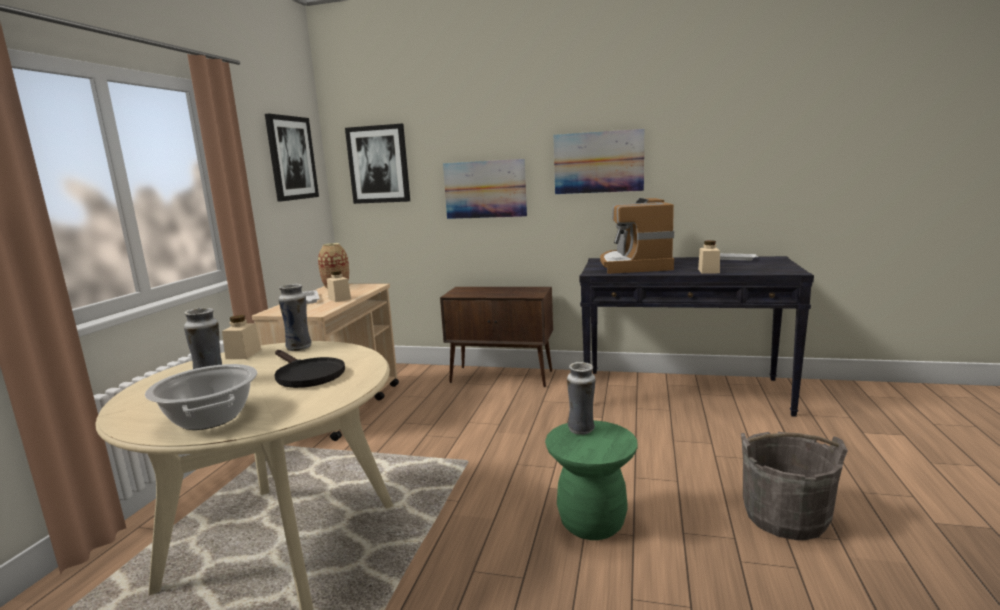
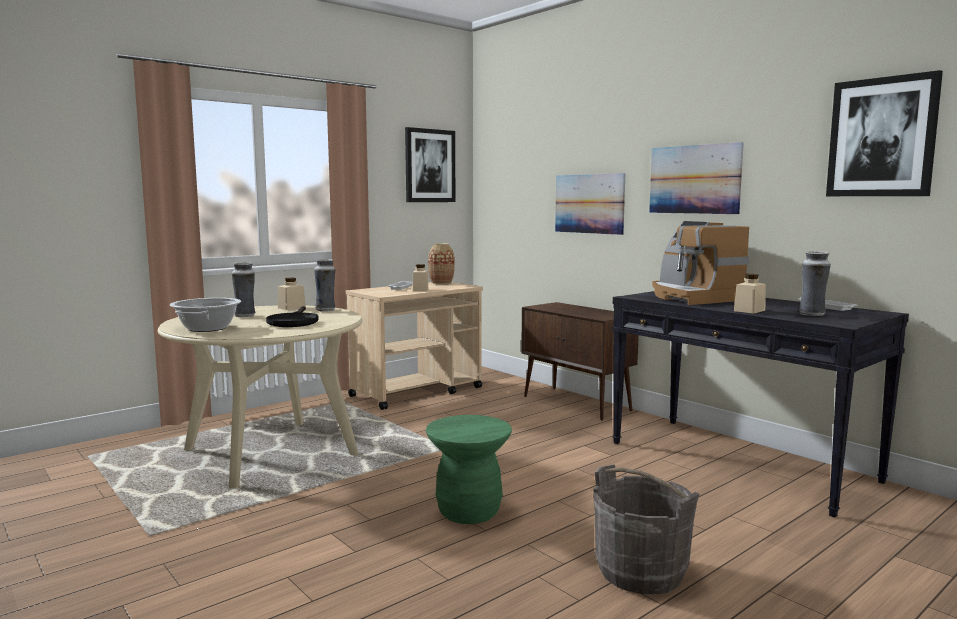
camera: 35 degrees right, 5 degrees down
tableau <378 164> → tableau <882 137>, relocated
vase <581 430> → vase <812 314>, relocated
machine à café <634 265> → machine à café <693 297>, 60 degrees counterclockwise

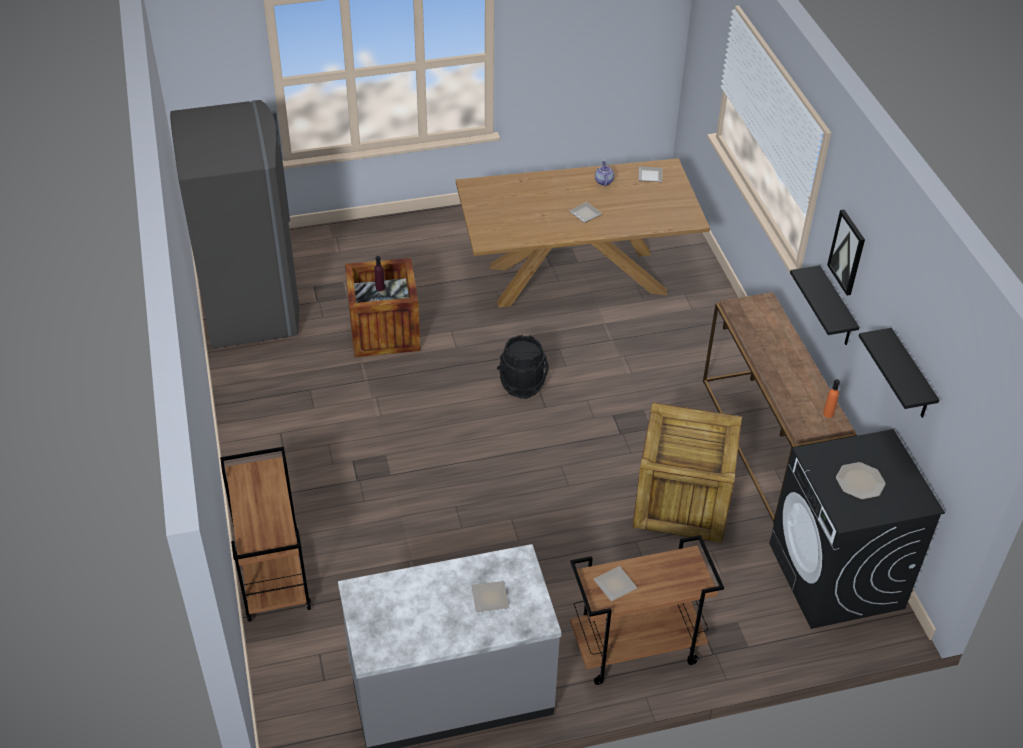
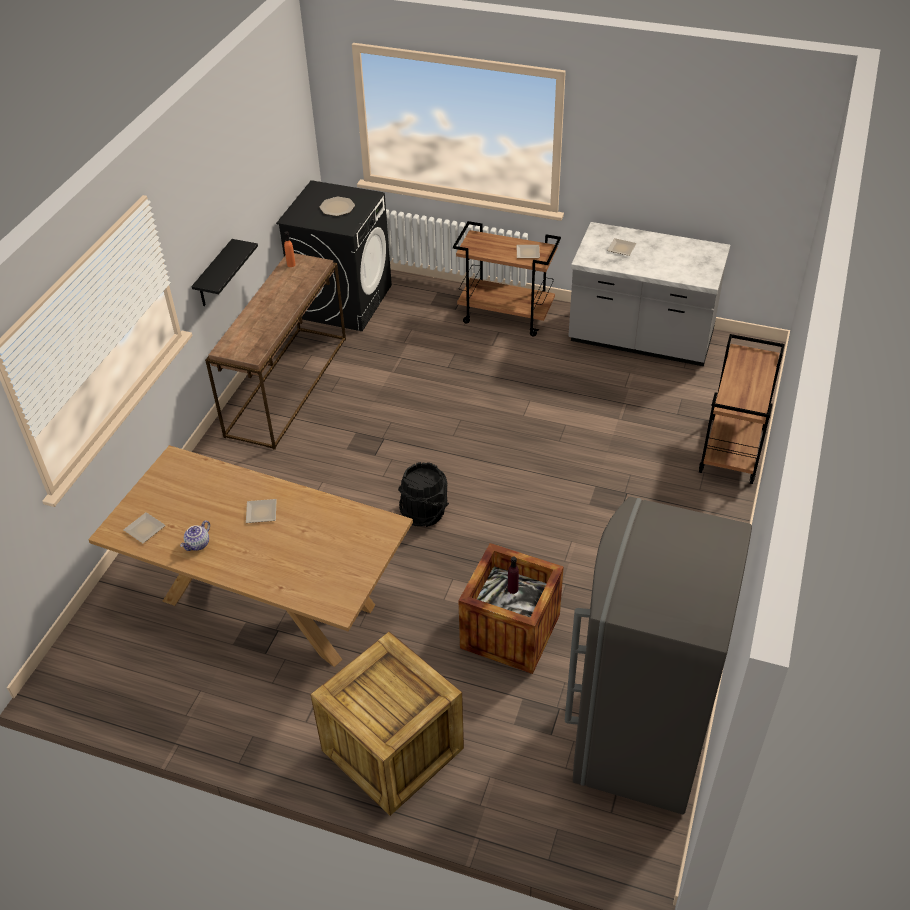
camera: 145 degrees left, 0 degrees up
caisse <680 502> → caisse <395 749>, relocated
tableau <847 252> → -
étagère (noir) <910 377> → -

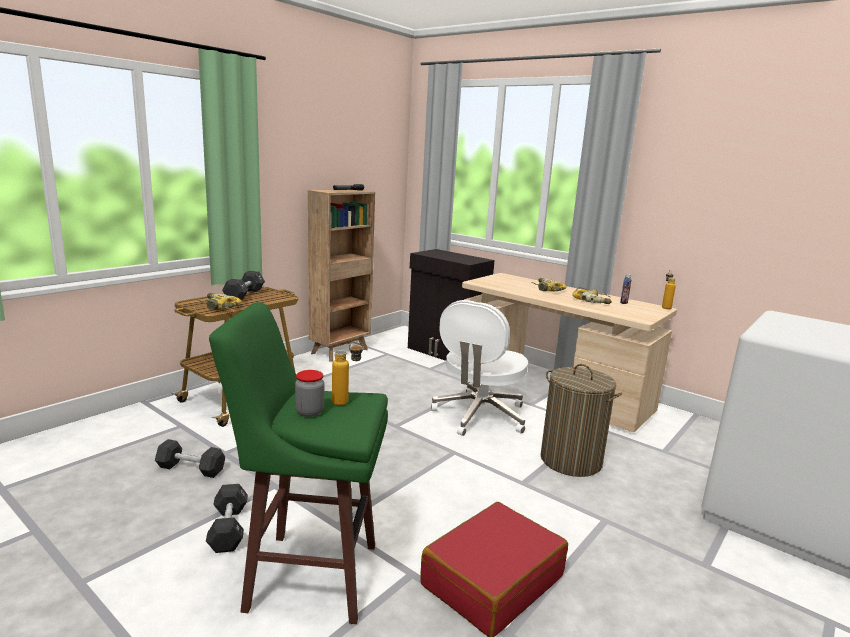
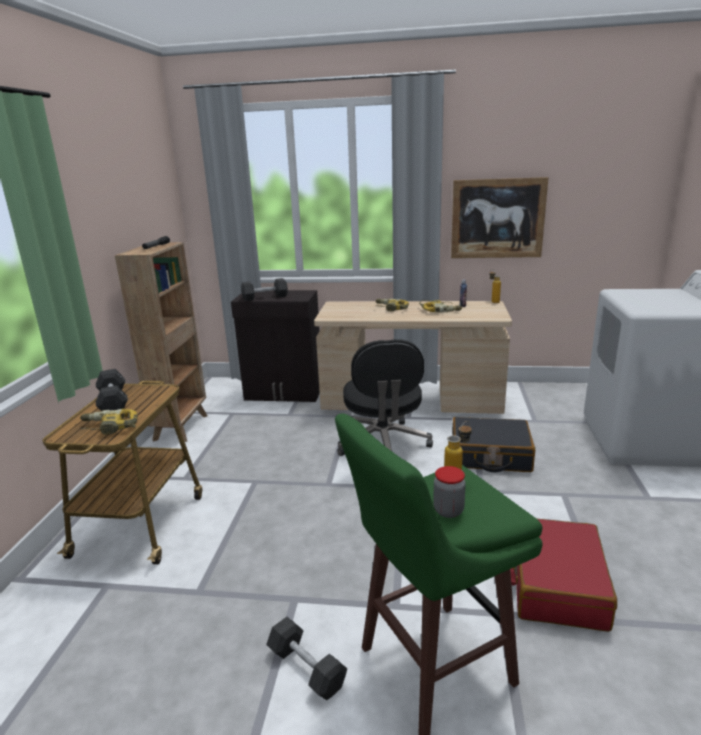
camera: 30 degrees left, 5 degrees up
haltère (noir) <191 469> → haltère (noir) <265 297>, relocated
chaise de bureau (blanc) <479 416> → chaise de bureau (noir) <383 444>
panier à linge <571 460> → valise (noir) <490 455>
- → tableau <497 218>

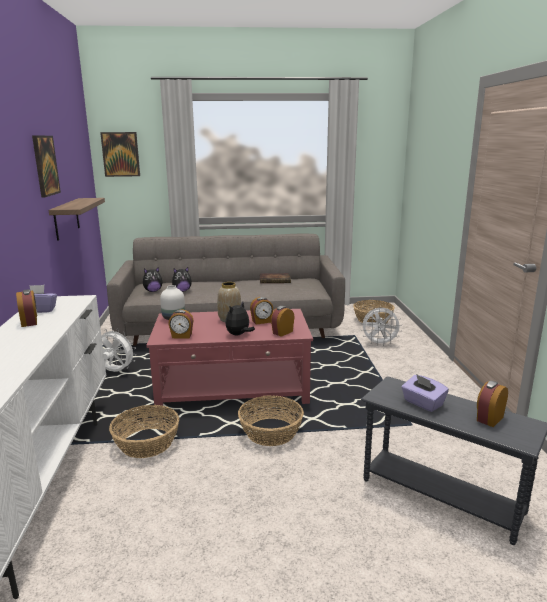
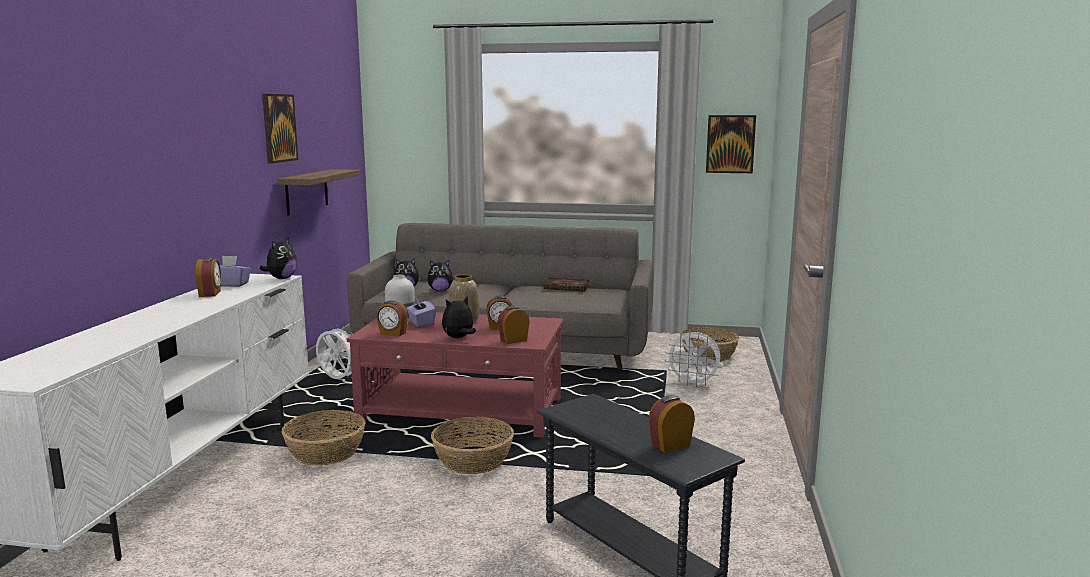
camera: 15 degrees right, 5 degrees down
tableau <120 154> → tableau <730 144>, relocated
boîte à mouchoirs (violet) <422 403> → boîte à mouchoirs (violet) <421 323>, relocated
- → peluche <281 278>

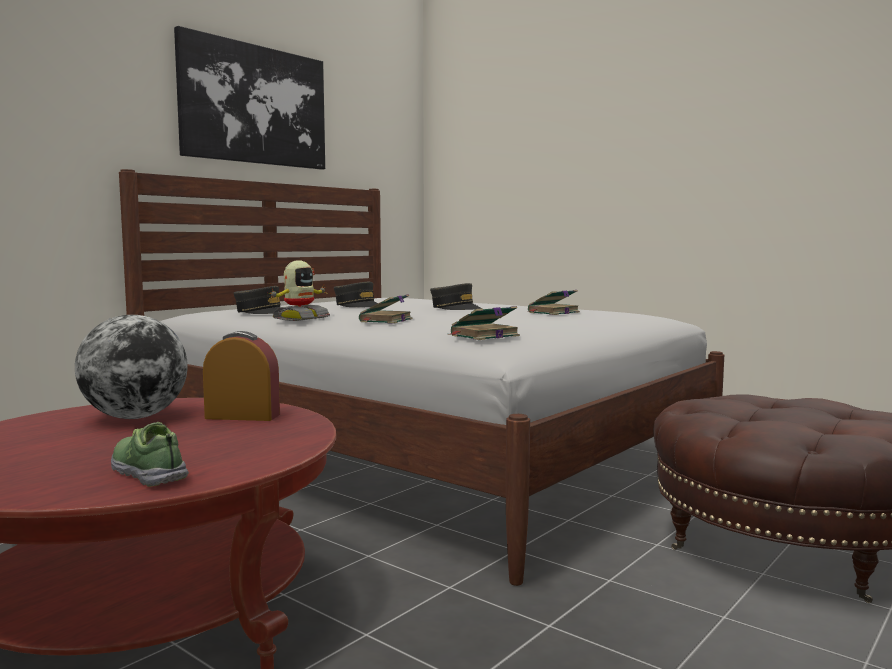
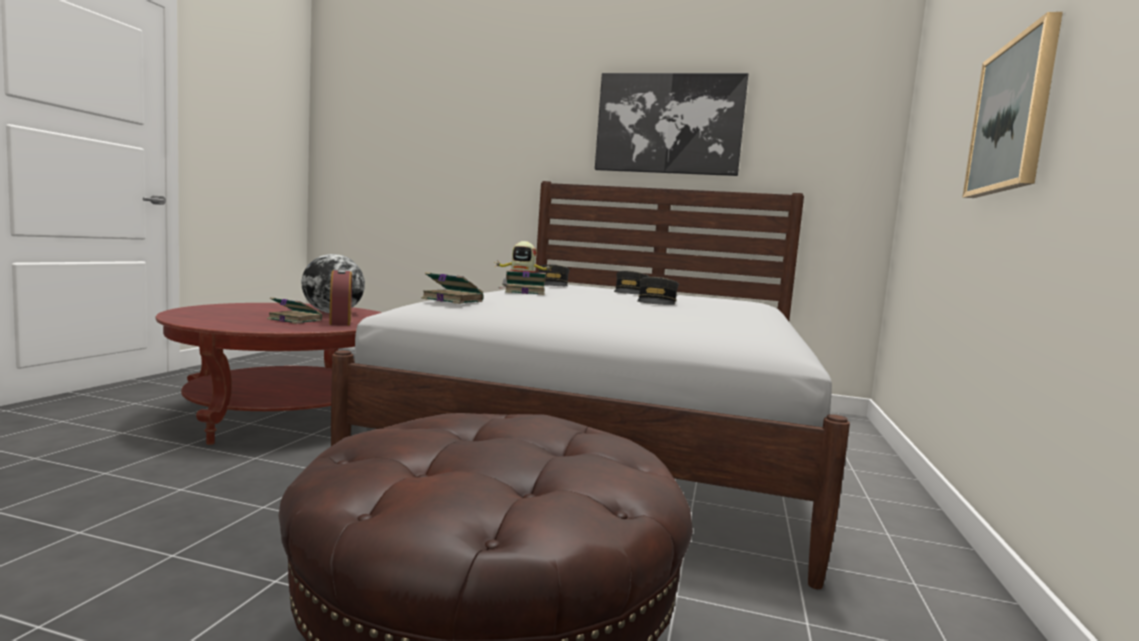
camera: 65 degrees right, 0 degrees up
chaussure <148 472> → -
livre <552 312> → livre <294 320>, relocated
- → tableau <1012 117>

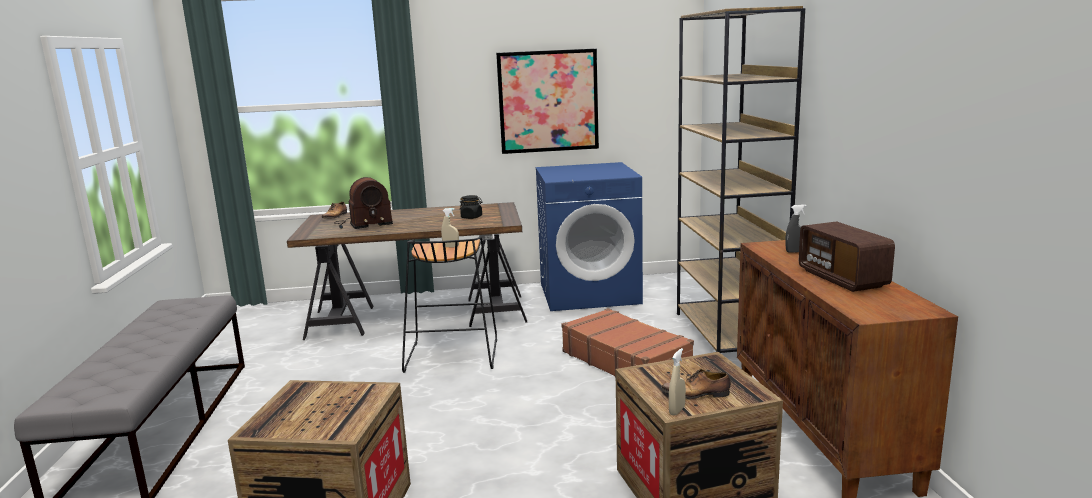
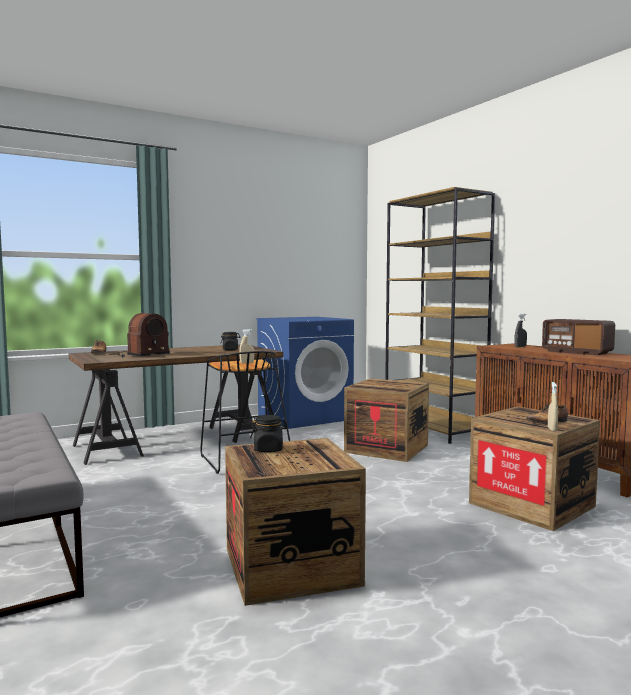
camera: 25 degrees left, 10 degrees down
tableau <548 101> → -
valise (marron) <625 361> → caisse <386 448>
- → bocal (noir) <268 449>

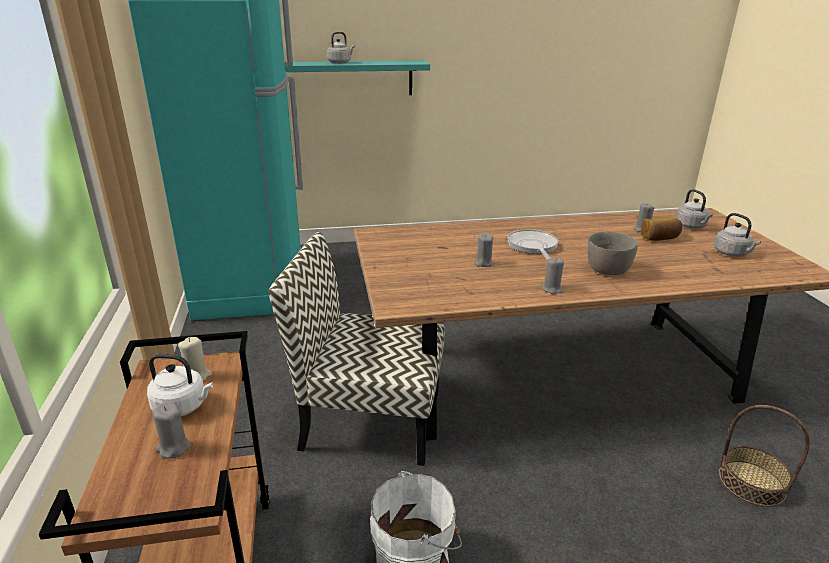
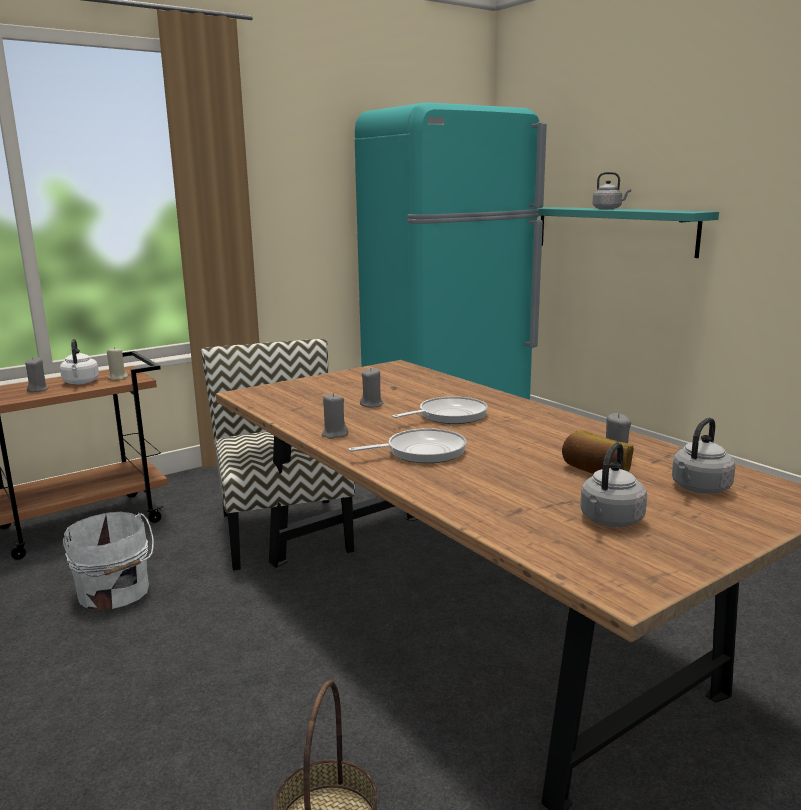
camera: 65 degrees right, 10 degrees down
bol (gris) <607 270> → poêle <421 452>

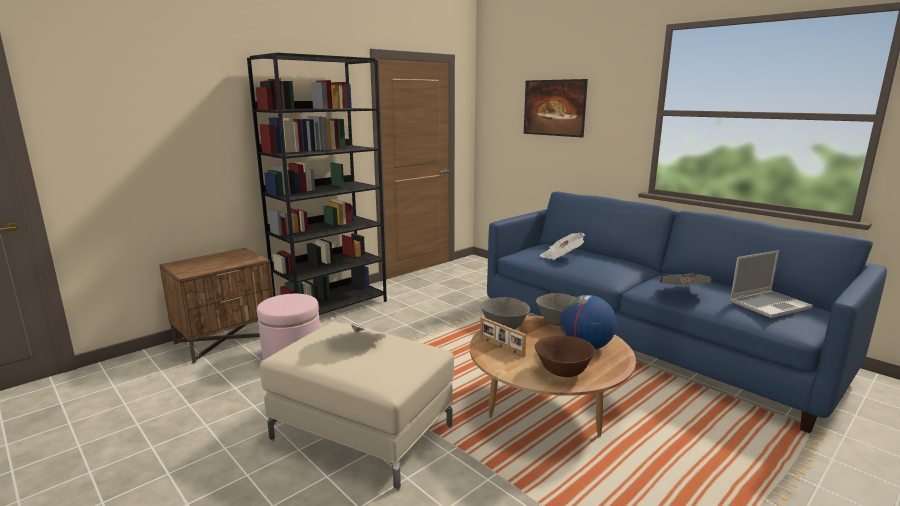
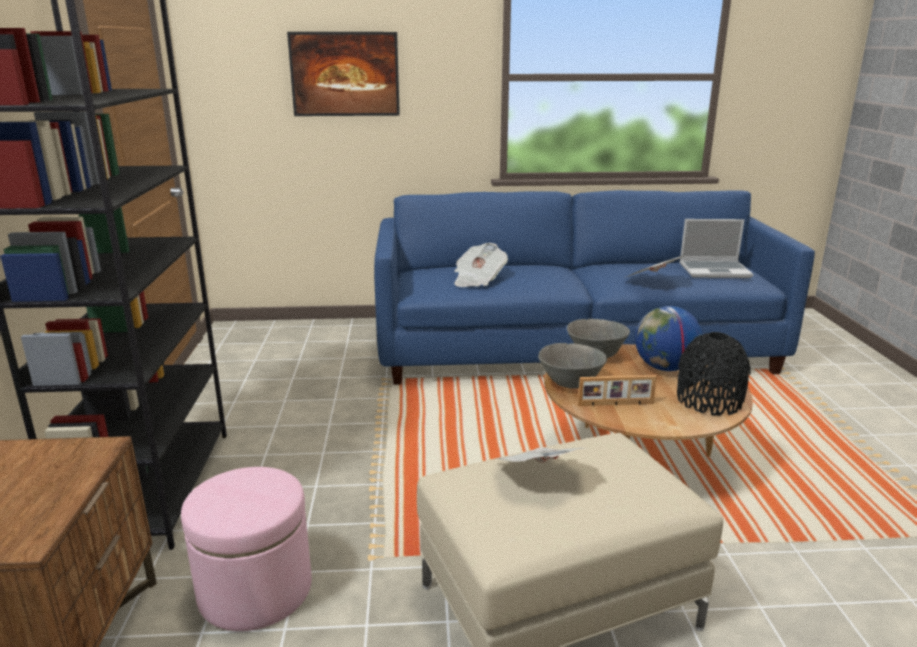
camera: 50 degrees left, 5 degrees up
bol (marron) <563 373> → vase (noir) <709 400>
ordinateur portable <769 305> → ordinateur portable <715 270>, 75 degrees clockwise

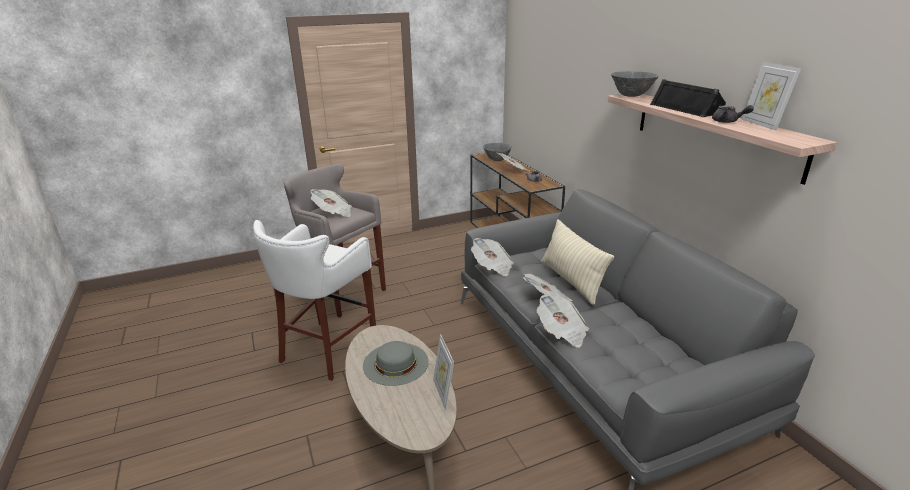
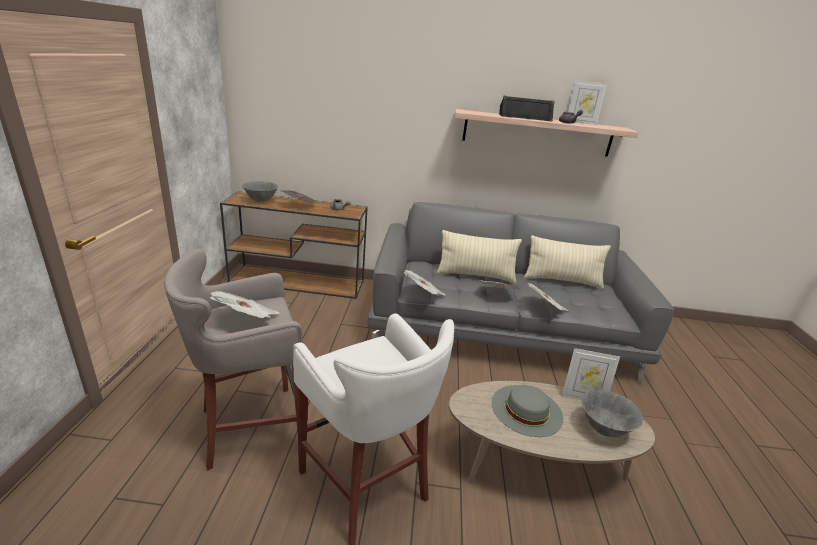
camera: 65 degrees left, 0 degrees up
bol (gris) <631 96> → bol (gris) <603 429>, relocated
- → coussin (beige) <561 281>

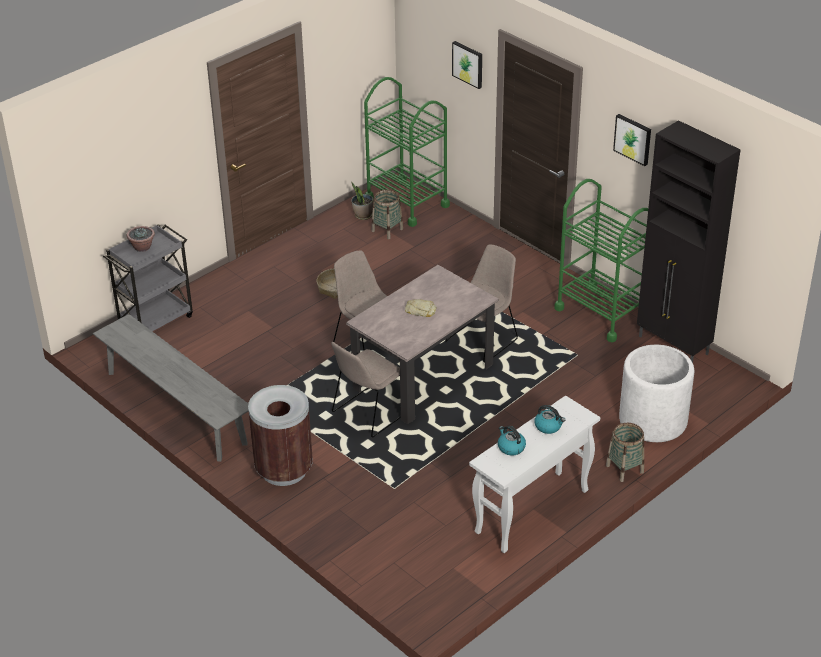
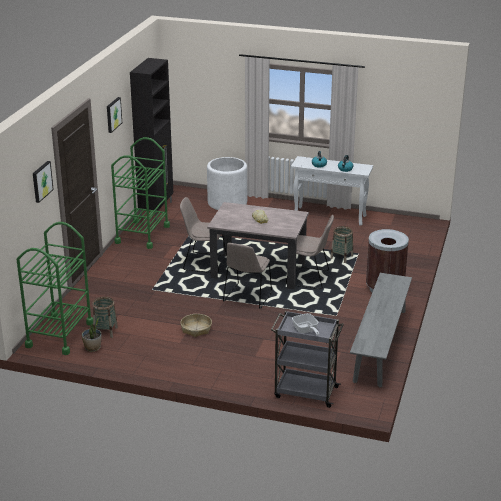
camera: 120 degrees left, 10 degrees down
plante en pot <142 247> → poêle <306 331>
panier <624 469> → panier <341 257>, relocated

